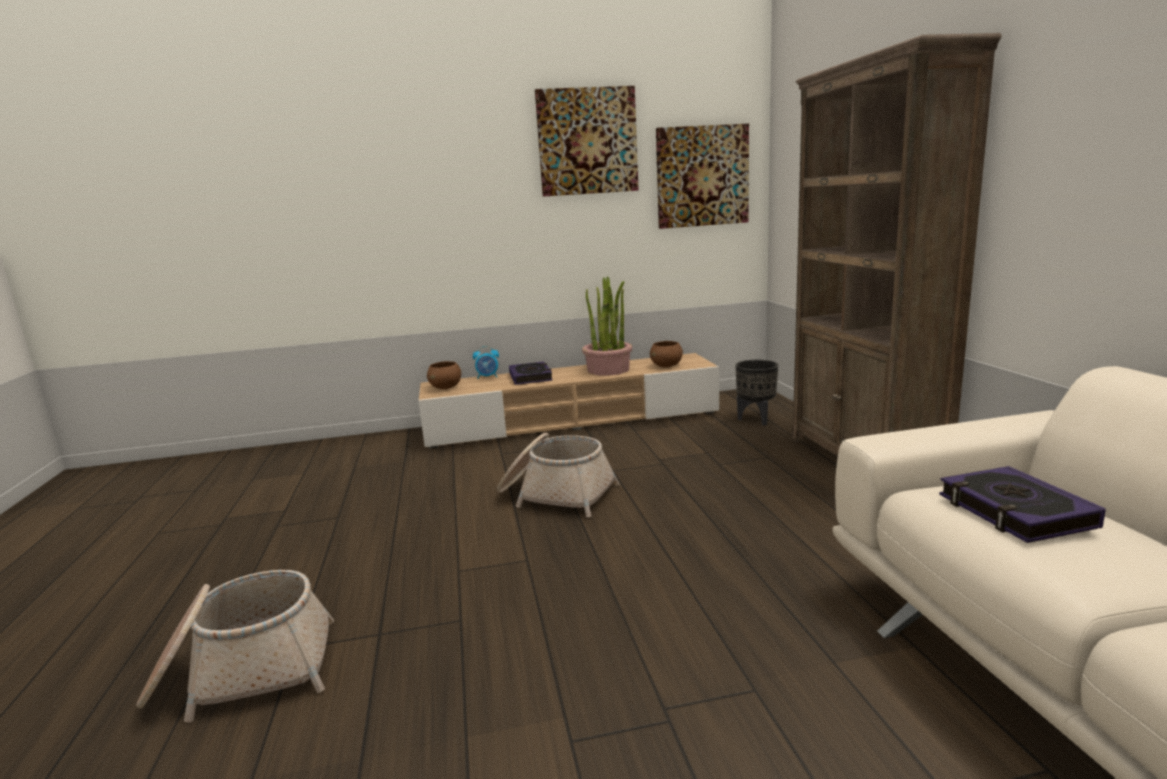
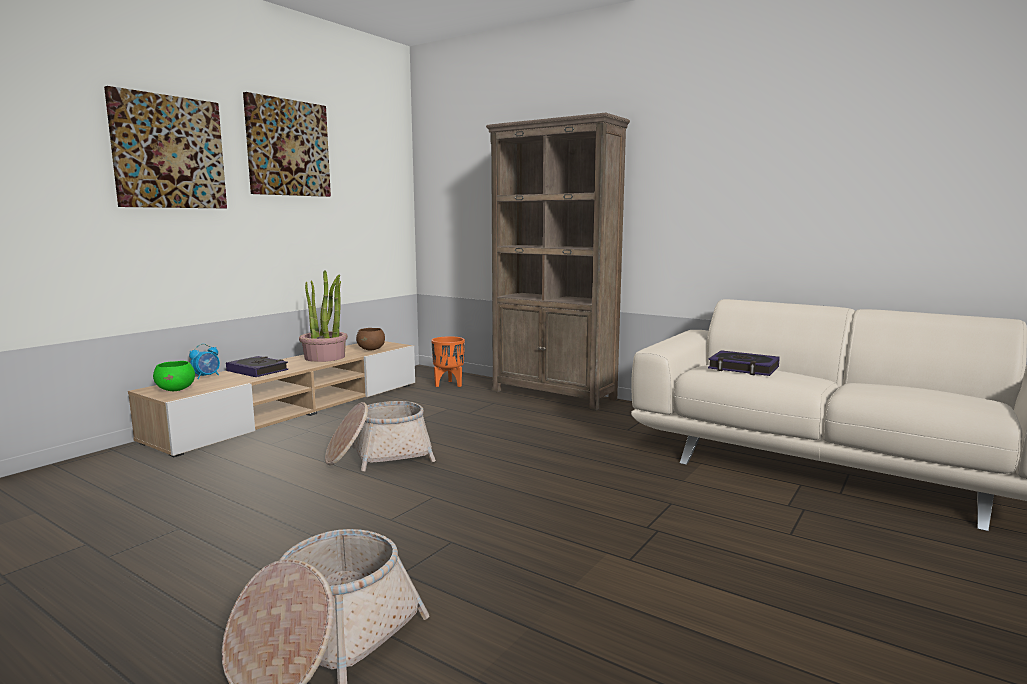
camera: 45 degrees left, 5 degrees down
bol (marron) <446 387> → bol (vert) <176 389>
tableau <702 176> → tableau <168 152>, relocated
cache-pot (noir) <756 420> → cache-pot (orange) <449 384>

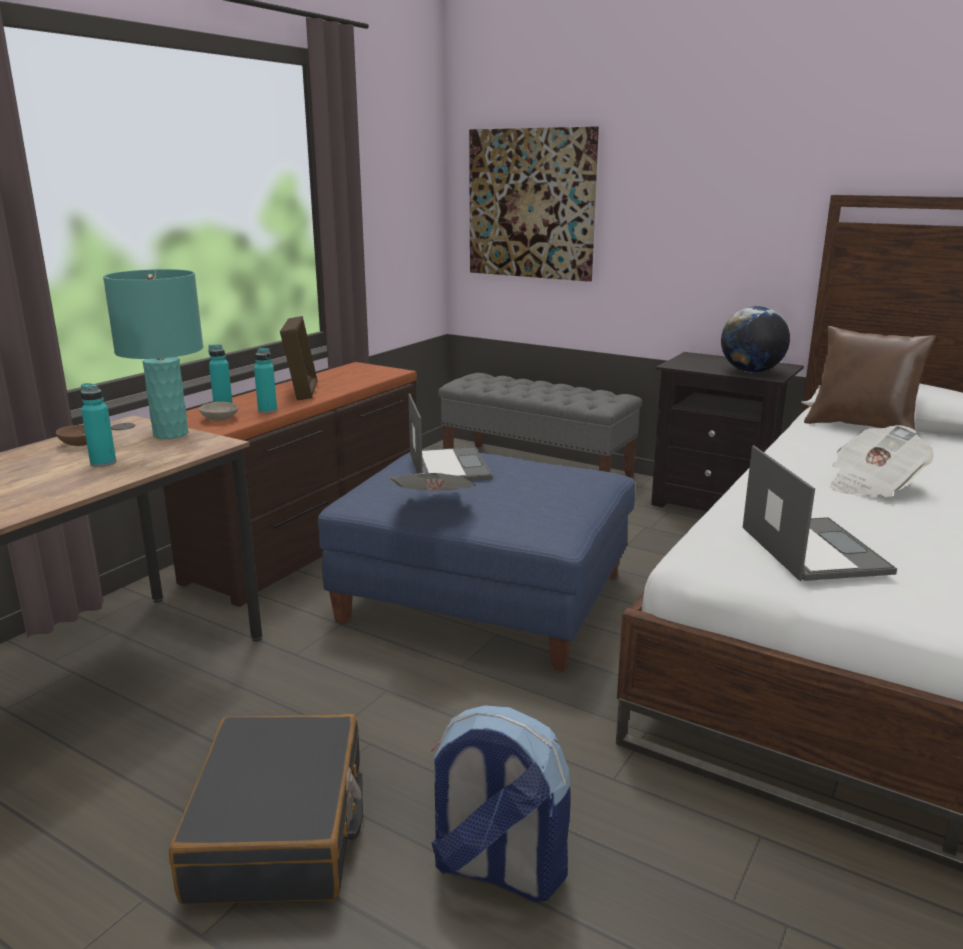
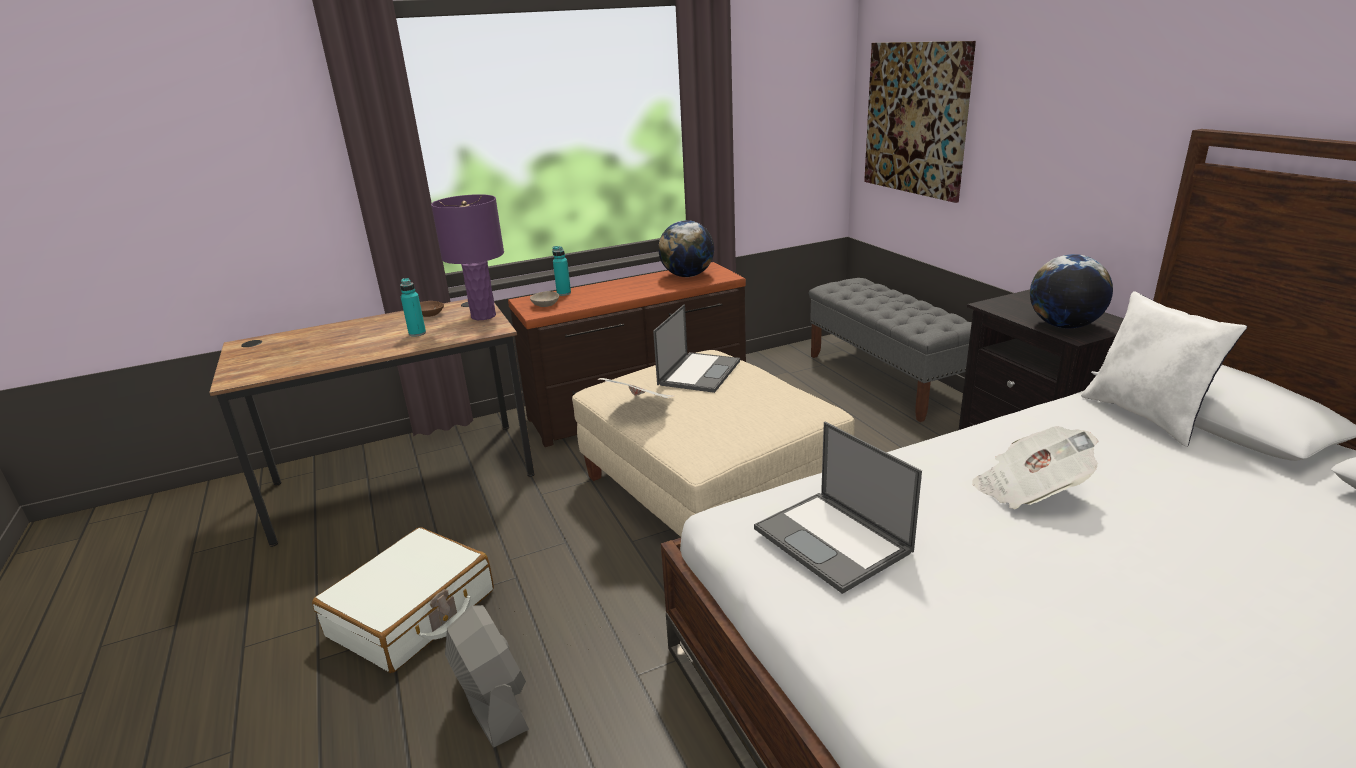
camera: 35 degrees right, 5 degrees up
lampe de table (turquoise) <171 434> → lampe de table (violet) <484 316>
valise (noir) <280 829> → valise (blanc) <413 614>
bouteille (turquoise) <267 410> → -
cadre photo <302 391> → -
pouf (bleu) <485 598> → pouf (beige) <710 490>
sac à dos <497 869> → ventilateur (gris) <492 701>
ordinateur portable <812 549> → ordinateur portable <833 540>, 120 degrees clockwise
coussin (marron) <862 427> → coussin (blanc) <1146 416>
- → globe <687 275>

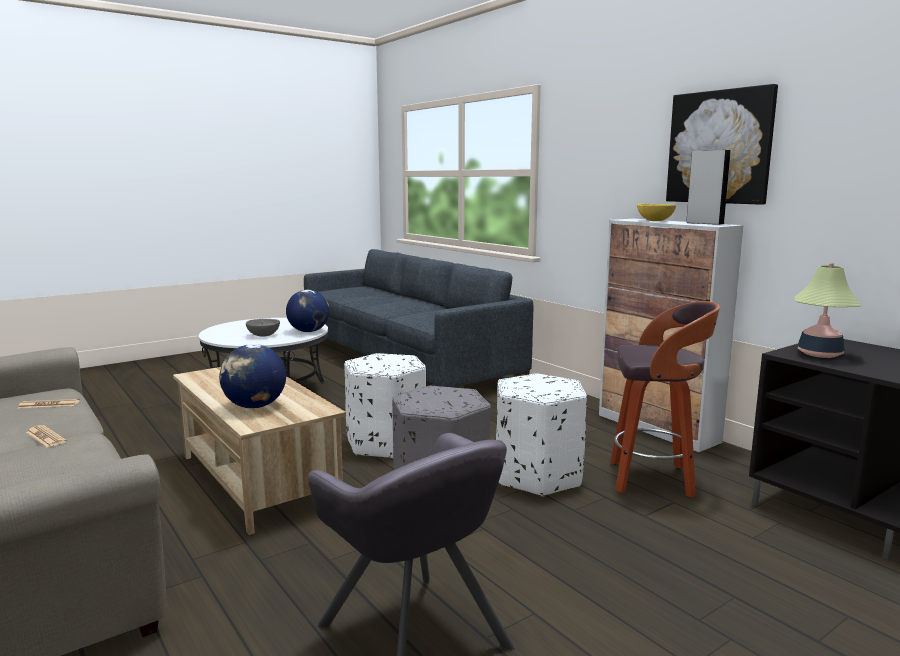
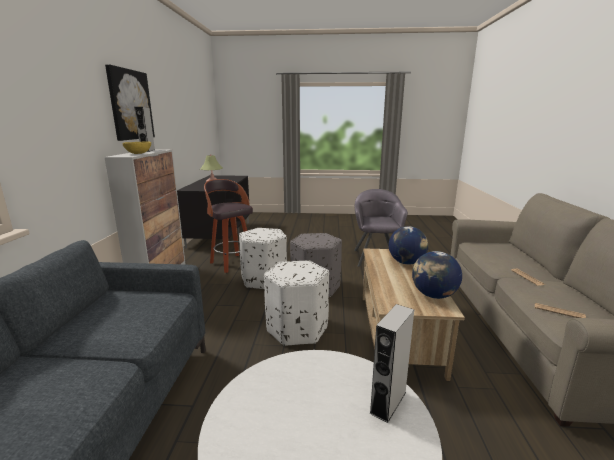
camera: 140 degrees left, 5 degrees up
bol (gris) <263 335> → -
globe <308 331> → globe <433 295>, relocated
- → enceinte (gris) <388 402>

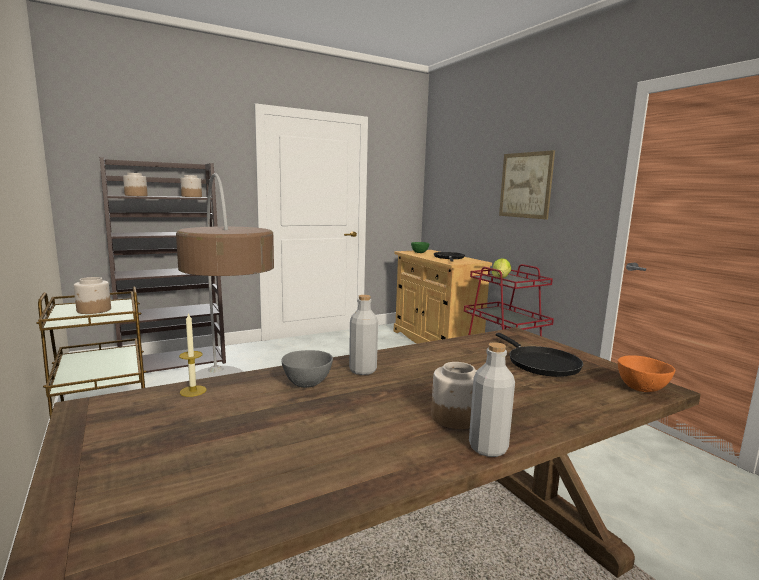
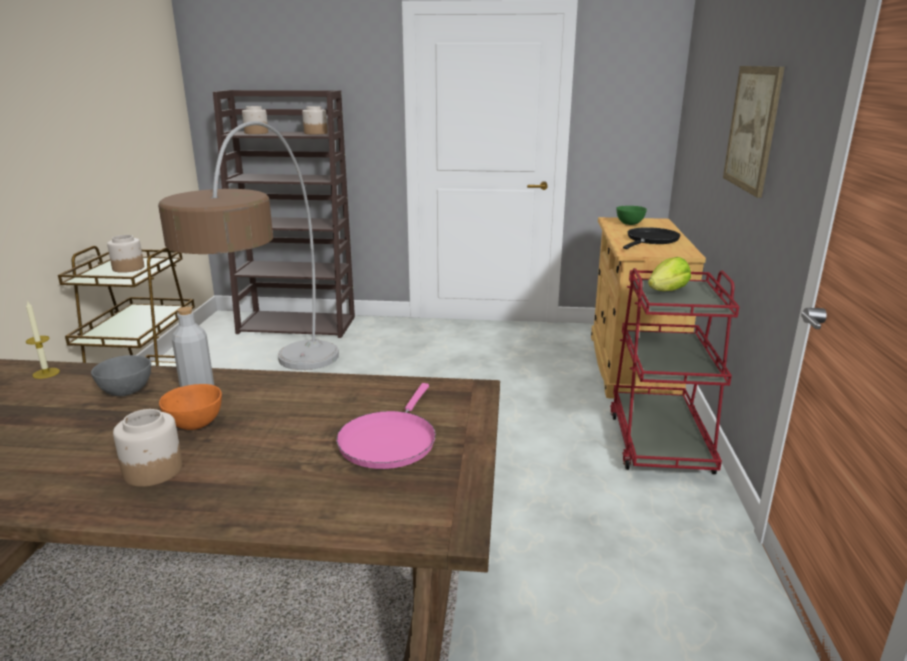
camera: 35 degrees right, 10 degrees up
bouteille (gris) <488 448> → -
poêle (noir) <540 363> → poêle (rose) <389 441>
bol (orange) <642 389> → bol (orange) <195 425>, relocated

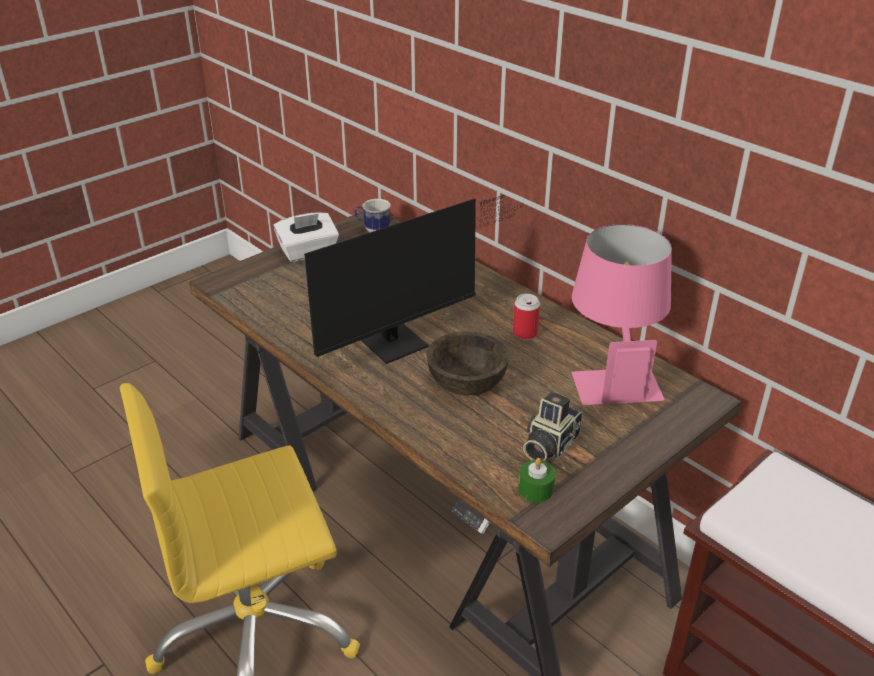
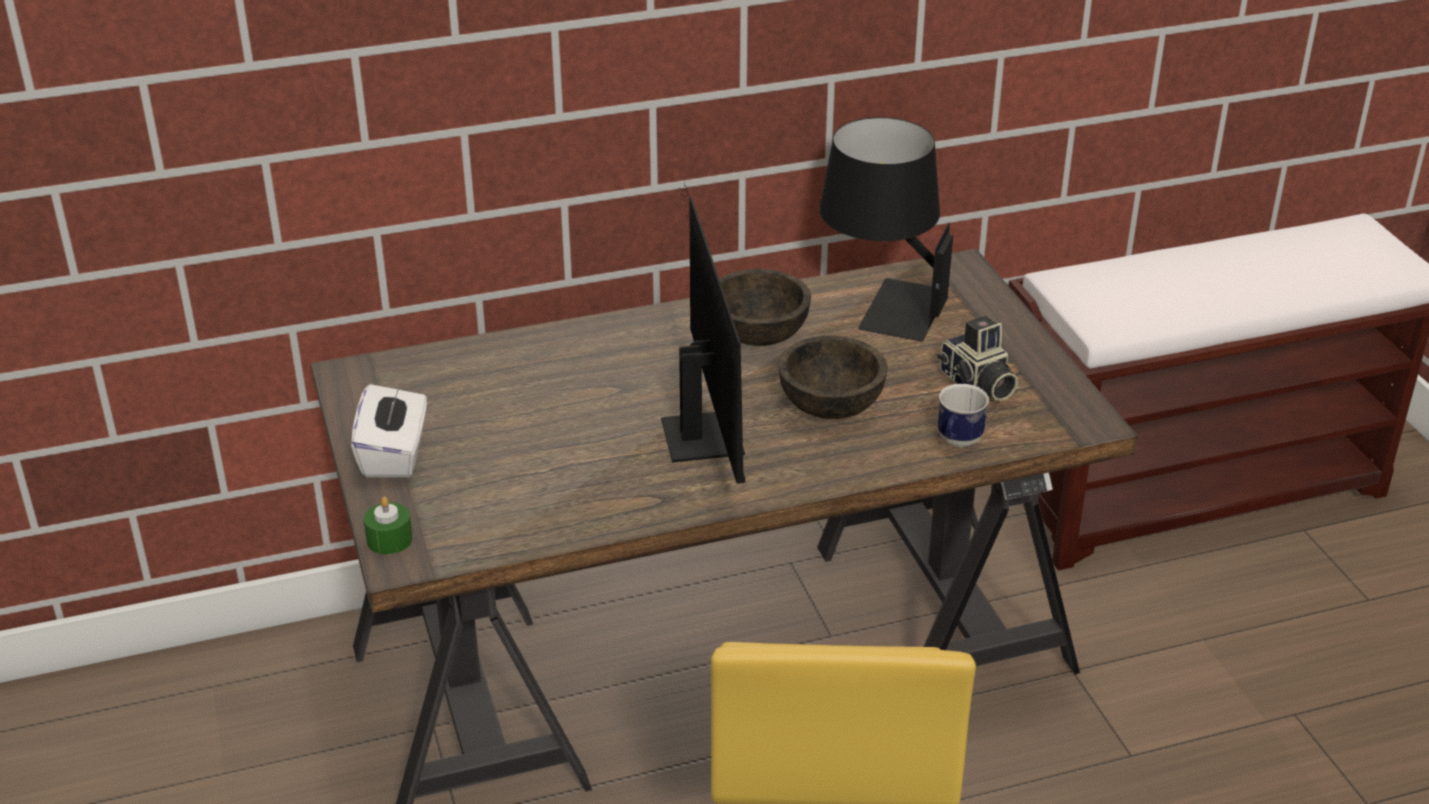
camera: 65 degrees left, 0 degrees up
mug <373 230> → mug <957 442>, relocated
boîte métallique <525 333> → bol (marron) <758 335>
bougie (vert) <535 489> → bougie (vert) <389 539>, relocated
lampe de table (rose) <611 374> → lampe de table (noir) <881 305>

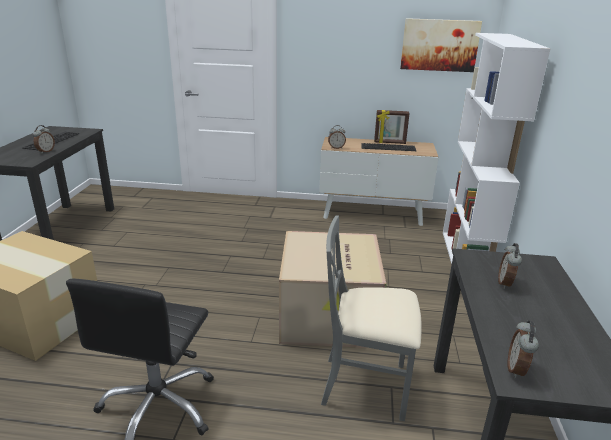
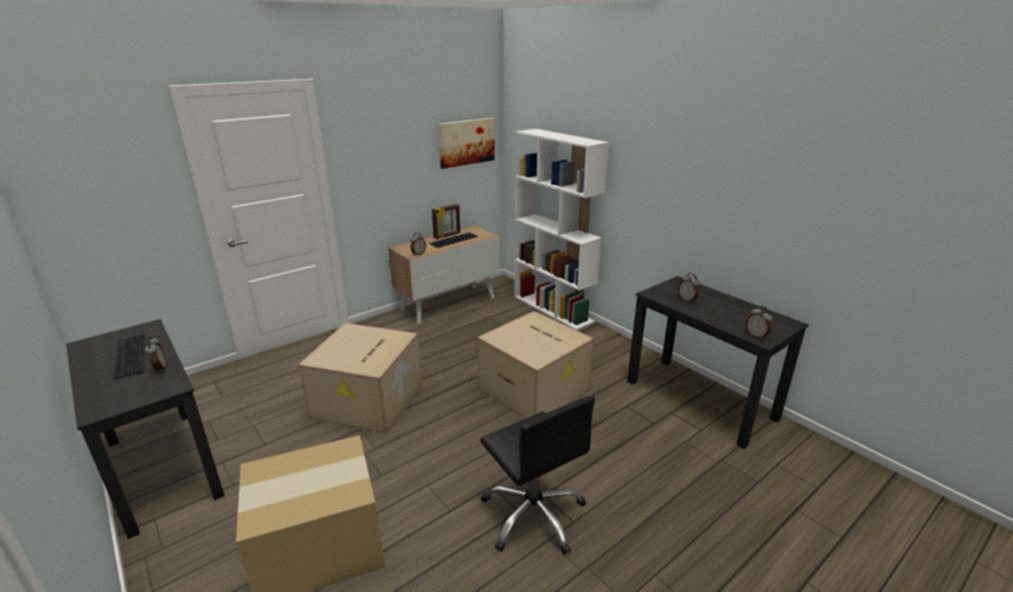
camera: 45 degrees left, 0 degrees up
chaise (gris) <366 385> → -
- → carton <368 401>

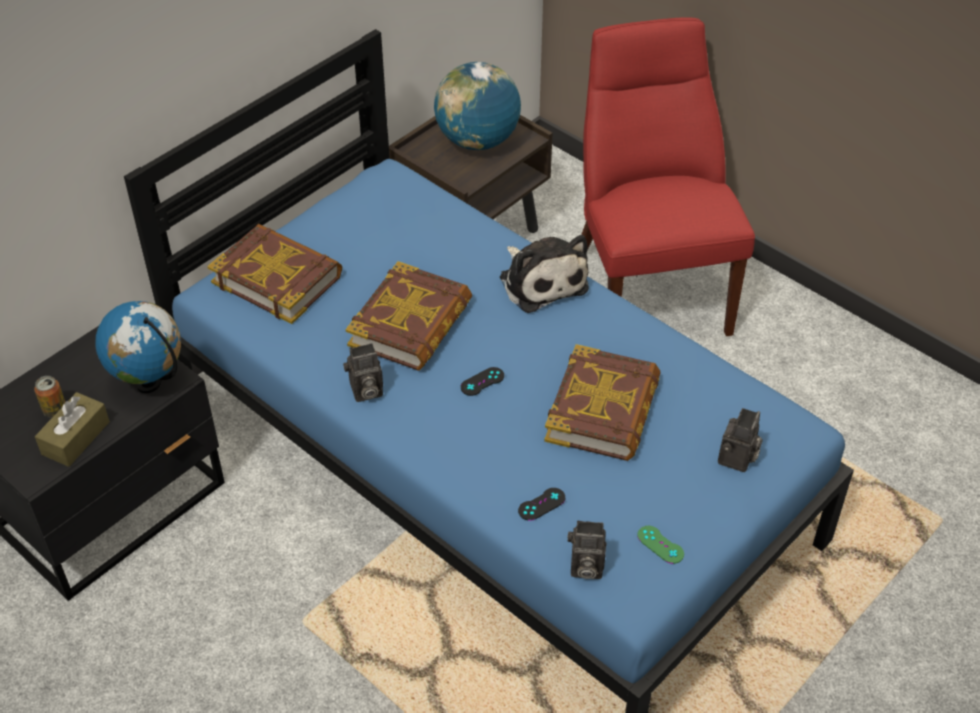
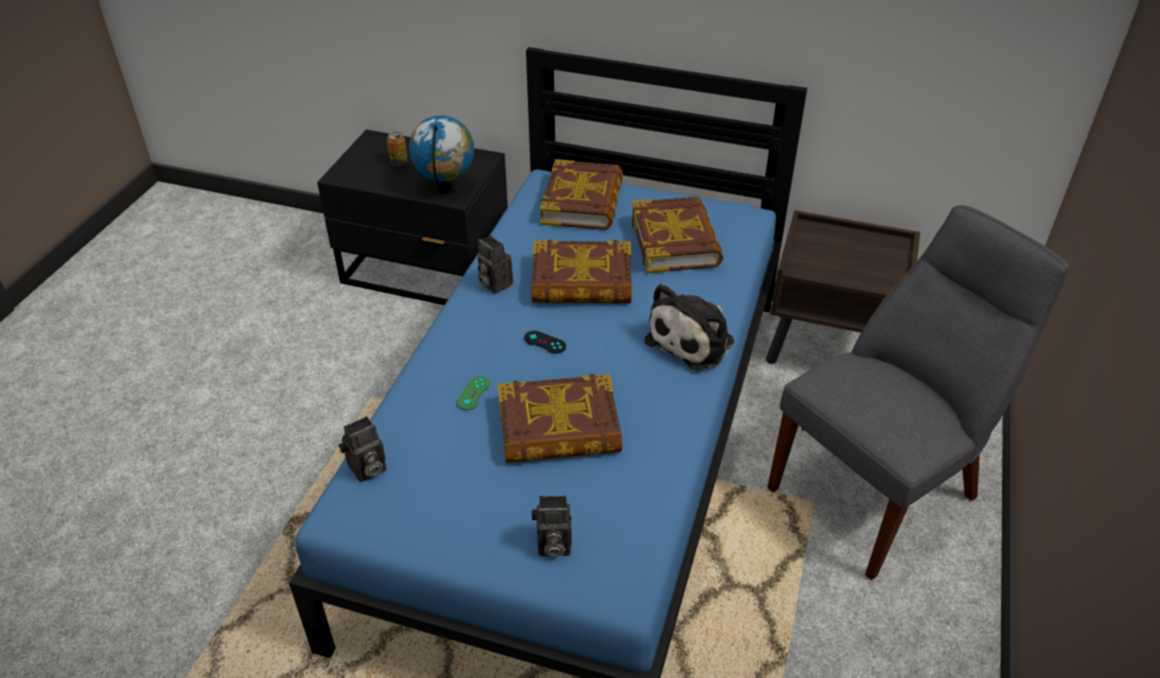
camera: 65 degrees right, 5 degrees down
boîte à mouchoirs (marron) <75 438> → -
globe <477 141> → -
manette (noir) <541 504> → -
appareil photo <584 567> → appareil photo <366 470>, 105 degrees counterclockwise
chaise (rouge) <648 286> → chaise (gris) <880 489>
manette (vert) <660 545> → manette (vert) <473 393>, relocated
- → livre <675 241>

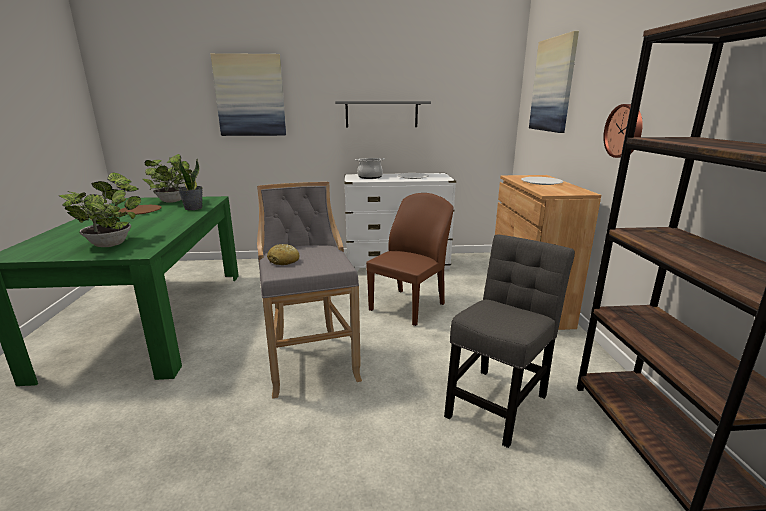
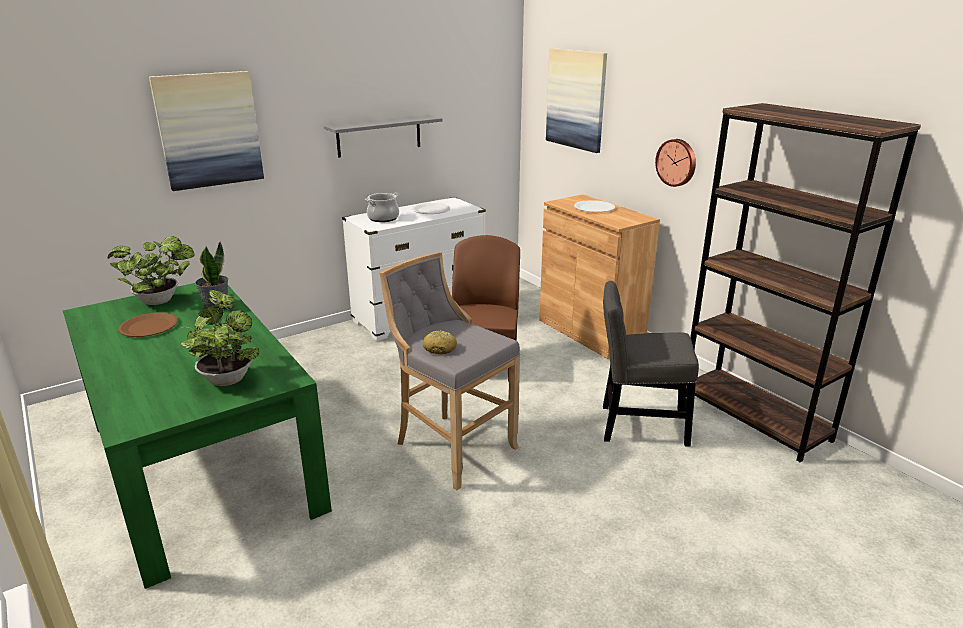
camera: 30 degrees left, 5 degrees up
chaise (gris) <498 401> → chaise (gris) <638 425>, 90 degrees counterclockwise

